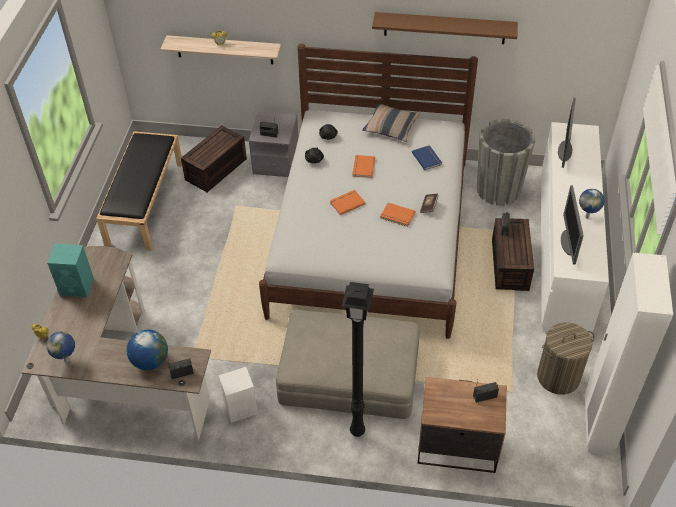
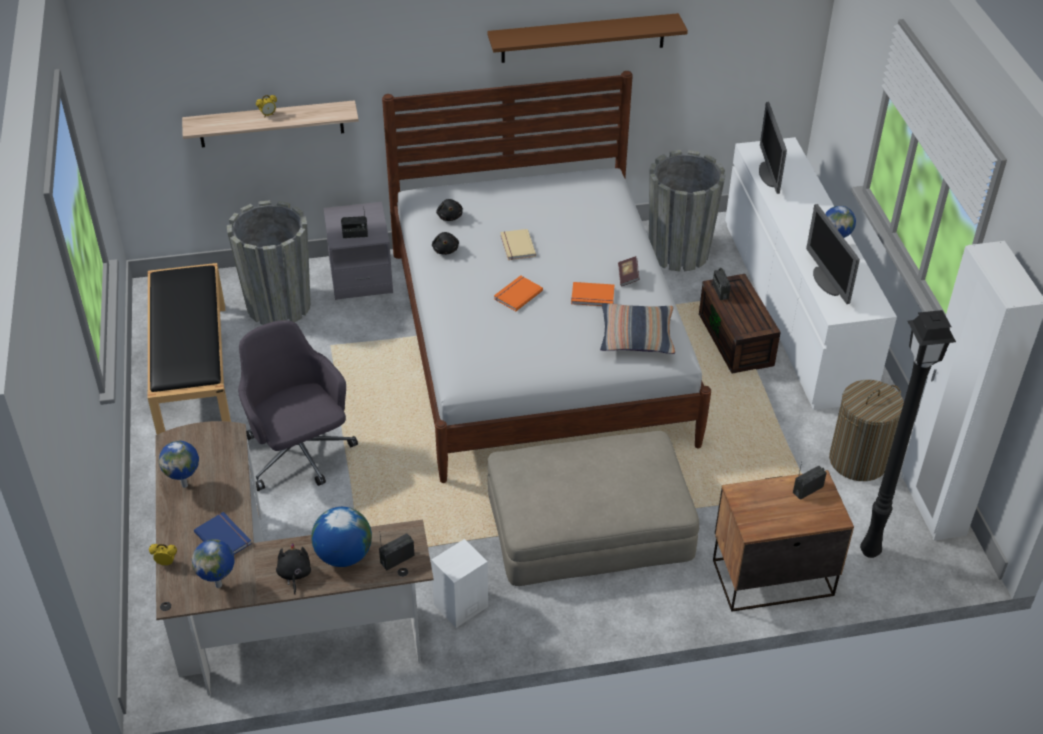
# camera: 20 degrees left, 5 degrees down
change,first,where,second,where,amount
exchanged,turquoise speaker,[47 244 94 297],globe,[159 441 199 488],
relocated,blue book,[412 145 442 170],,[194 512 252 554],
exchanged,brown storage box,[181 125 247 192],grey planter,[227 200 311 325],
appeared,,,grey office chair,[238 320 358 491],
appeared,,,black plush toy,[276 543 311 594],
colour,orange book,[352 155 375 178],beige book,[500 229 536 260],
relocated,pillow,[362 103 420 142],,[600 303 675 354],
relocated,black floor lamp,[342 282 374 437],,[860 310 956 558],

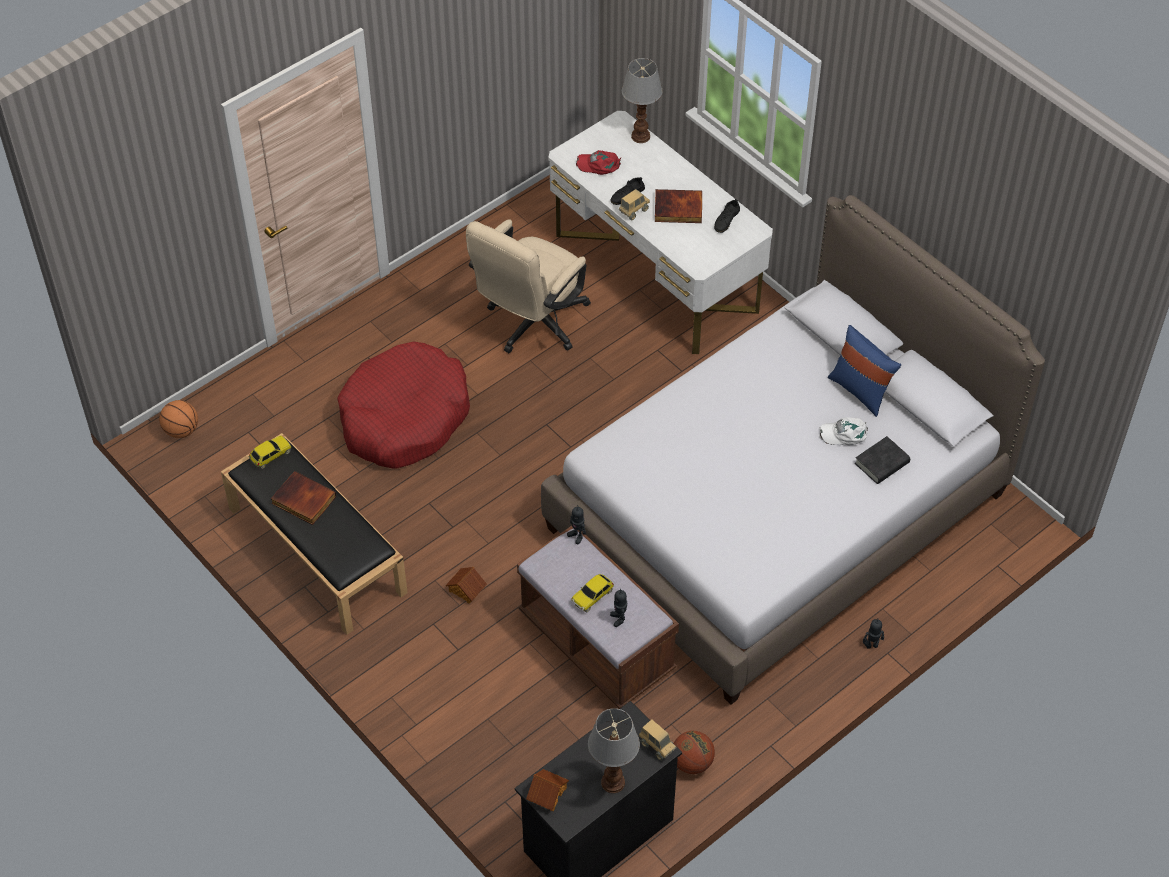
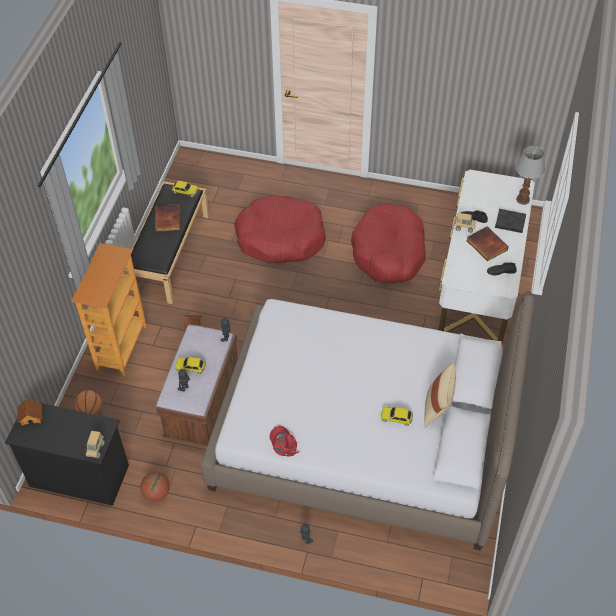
# camera: 55 degrees right, 0 degrees up
change,first,where,second,where,amount
appeared,,,bookcase,[71 243 147 376],
relocated,basketball,[159 400 198 438],,[74 390 102 415],
relocated,red cap,[576 150 621 175],,[270 425 298 457],
exchanged,beige office chair,[466 219 591 353],red dog bed,[351 204 426 283],
exchanged,white cap,[819 417 868 445],toy car,[381 407 413 426],
colour,blue pillow,[828 325 901 417],beige pillow,[424 363 456 428],
relocated,black book,[855 436 910 484],,[495 209 526 233],
missing,table lamp,[588 708 640 793],,,

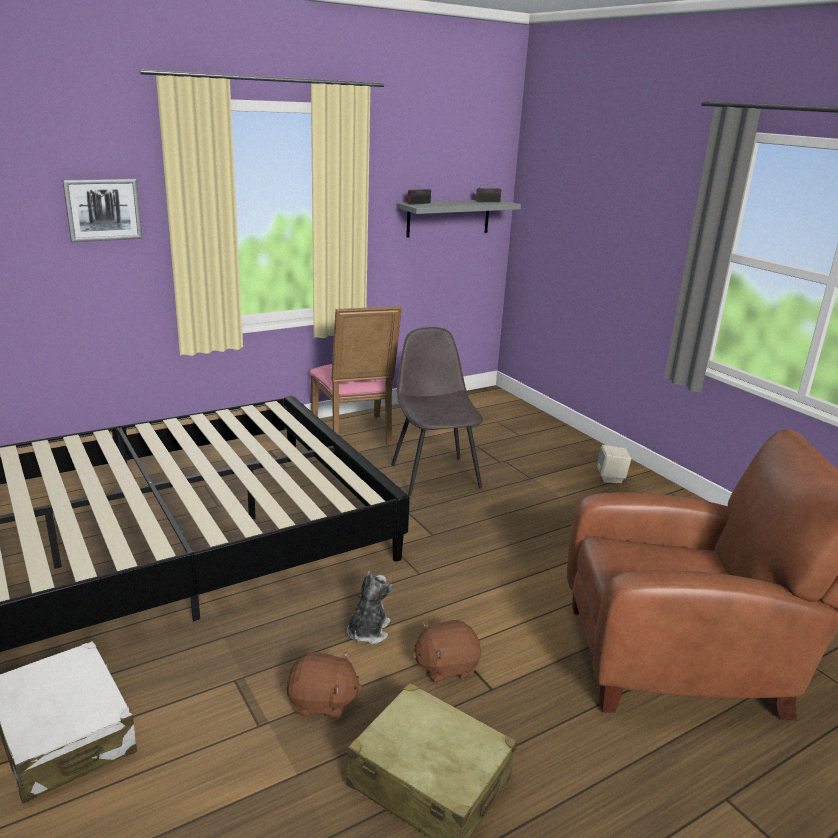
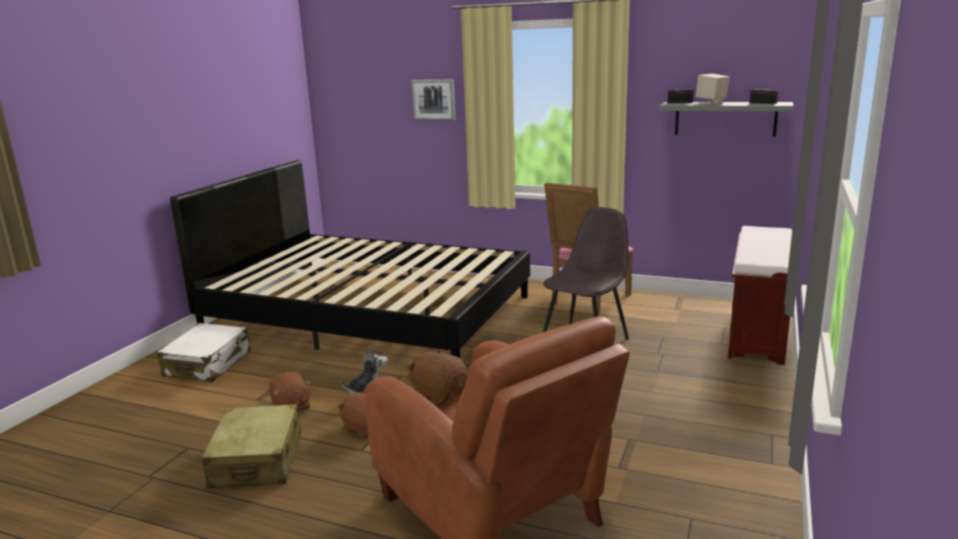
# camera: 55 degrees right, 5 degrees down
change,first,where,second,where,amount
appeared,,,brown plush toy,[407 349 468 406],
relocated,beige speaker,[597 445 631 483],,[696 74 730 105],
appeared,,,brown bench,[728 226 792 365],

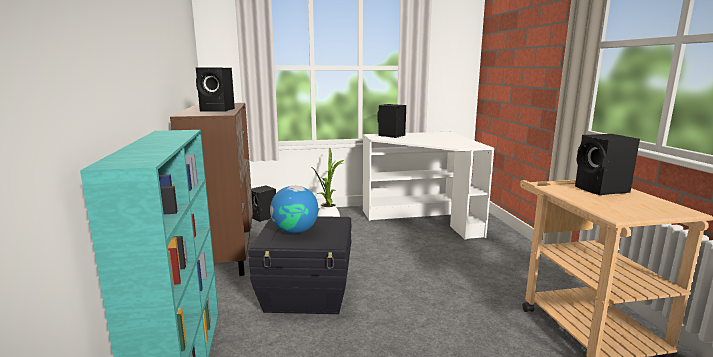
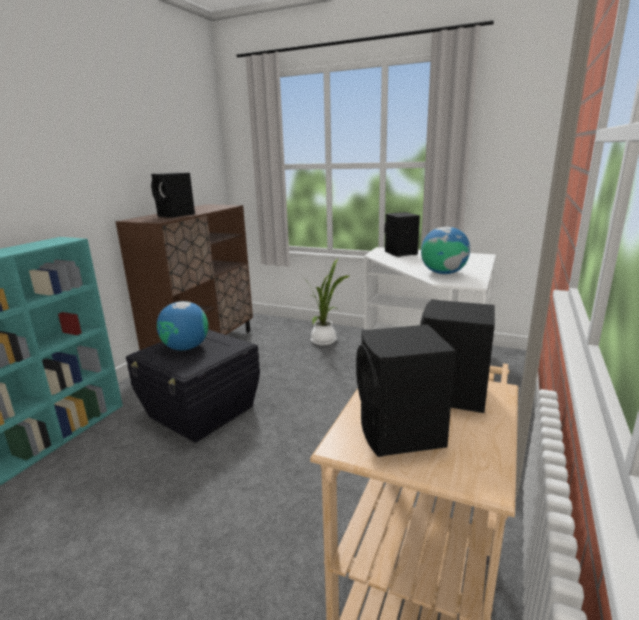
# camera: 35 degrees right, 5 degrees up
change,first,where,second,where,amount
relocated,black speaker,[251 185 276 222],,[356 325 456 457],
appeared,,,globe,[421 227 470 274],

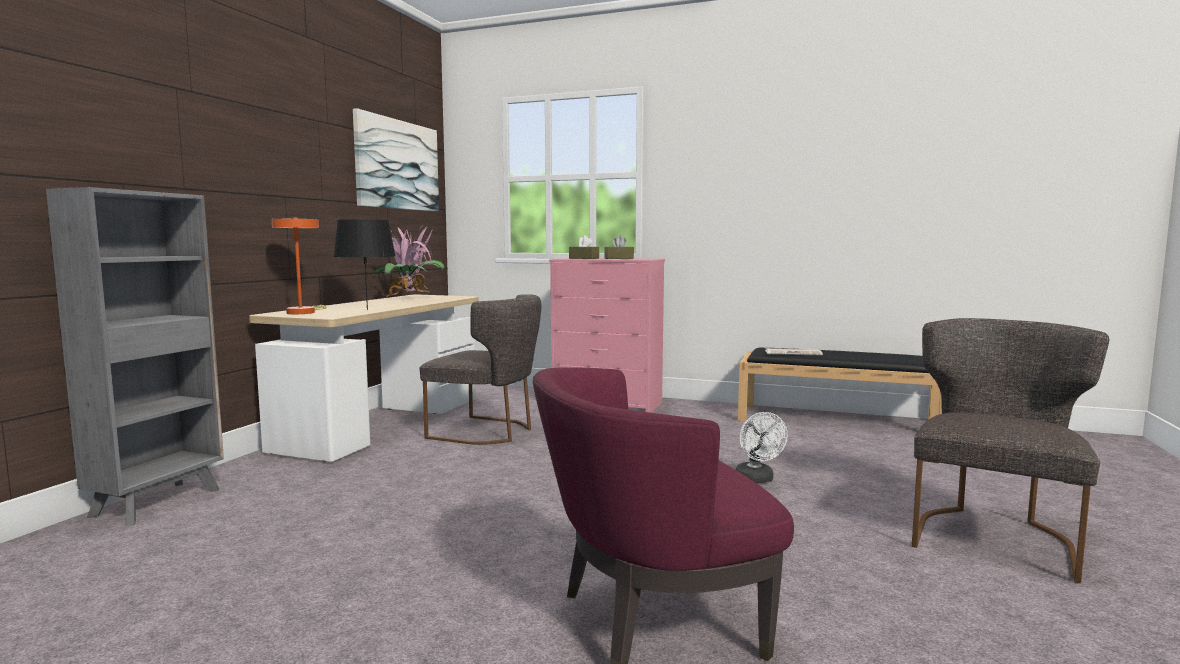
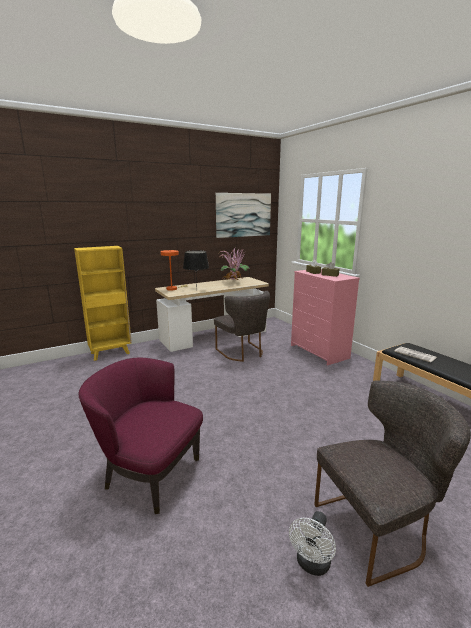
# camera: 40 degrees right, 10 degrees up
change,first,where,second,where,amount
colour,grey bookcase,[46 187 224 526],yellow bookcase,[74 246 132 361],
relocated,white fan,[735 412 788 483],,[289 511 336 576],

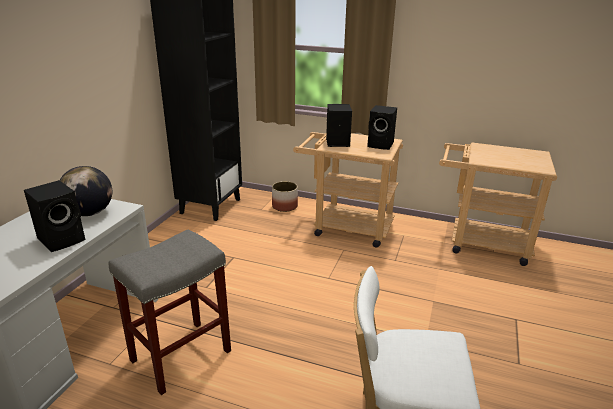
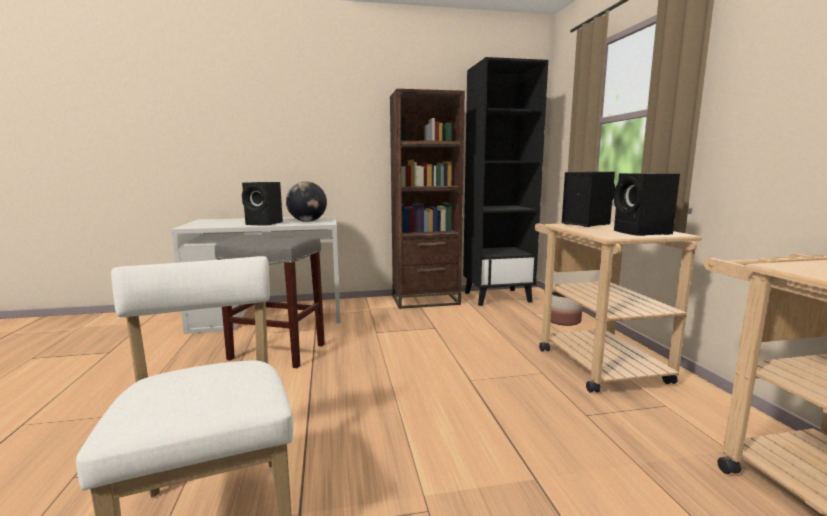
# camera: 60 degrees right, 15 degrees down
change,first,where,second,where,amount
appeared,,,brown bookcase,[390 89 465 309],

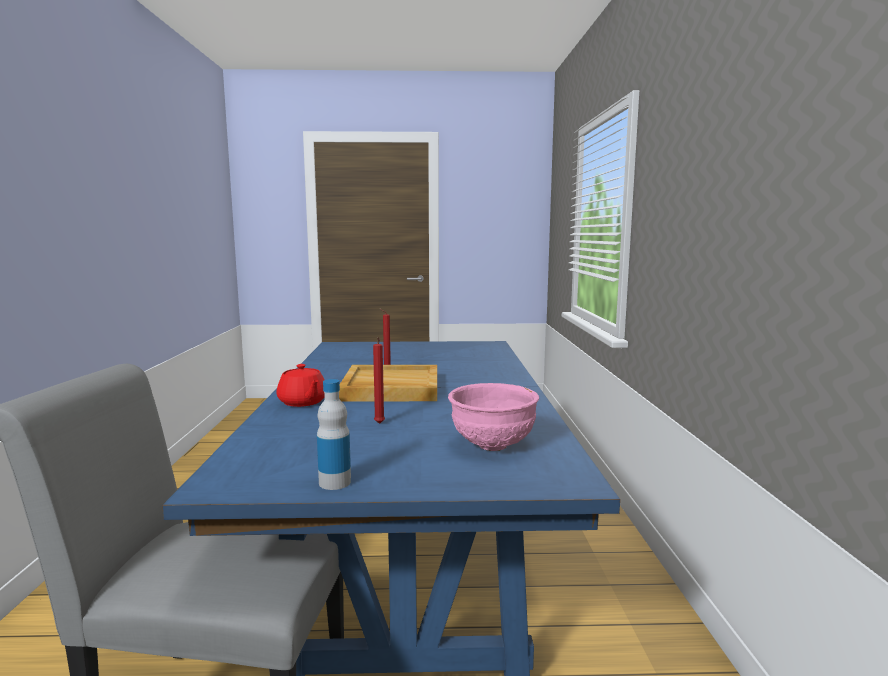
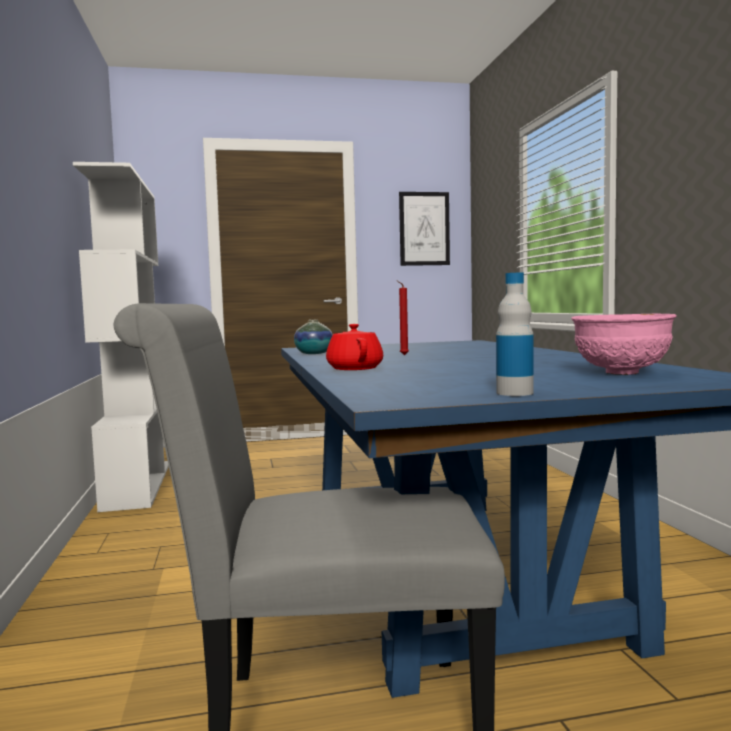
# camera: 10 degrees left, 5 degrees down
change,first,where,second,where,amount
appeared,,,white bookcase,[73 162 169 512],
appeared,,,vase,[294 320 333 354],
spun,red teapot,[276 364 325 407],,[326 324 383 370],150 degrees counterclockwise
appeared,,,picture,[399 192 450 266],
missing,beige tray,[339 365 437 402],,,
missing,red candle,[373 337 385 424],,,

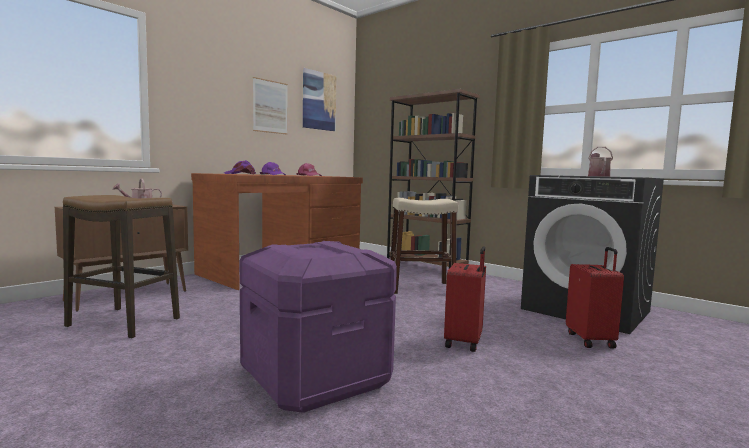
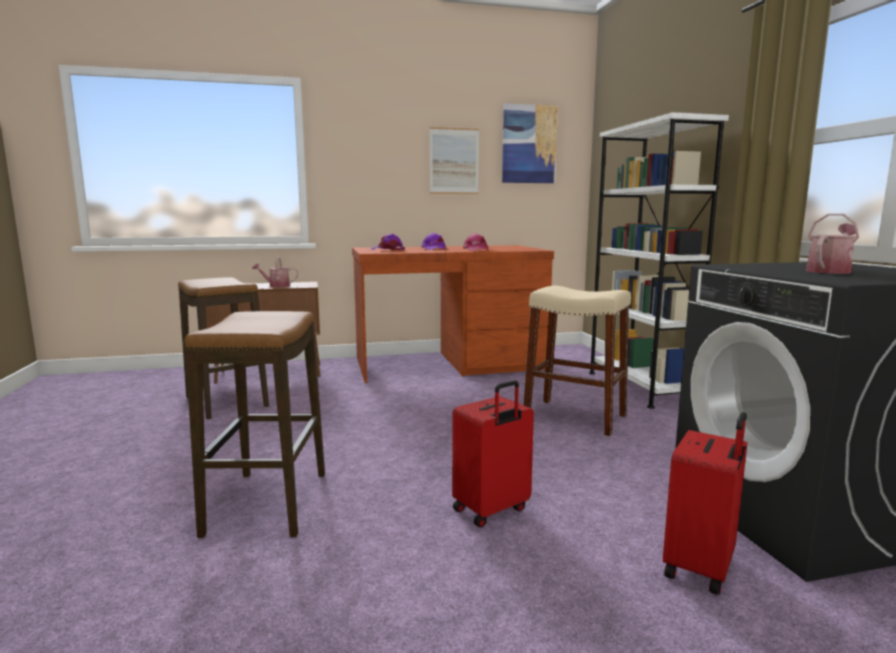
# camera: 35 degrees right, 5 degrees up
change,first,where,second,where,amount
exchanged,purple storage box,[240 241 397 413],stool,[185 311 325 538],
colour,brown bookcase,[387 89 480 268],white bookcase,[589 112 729 409],

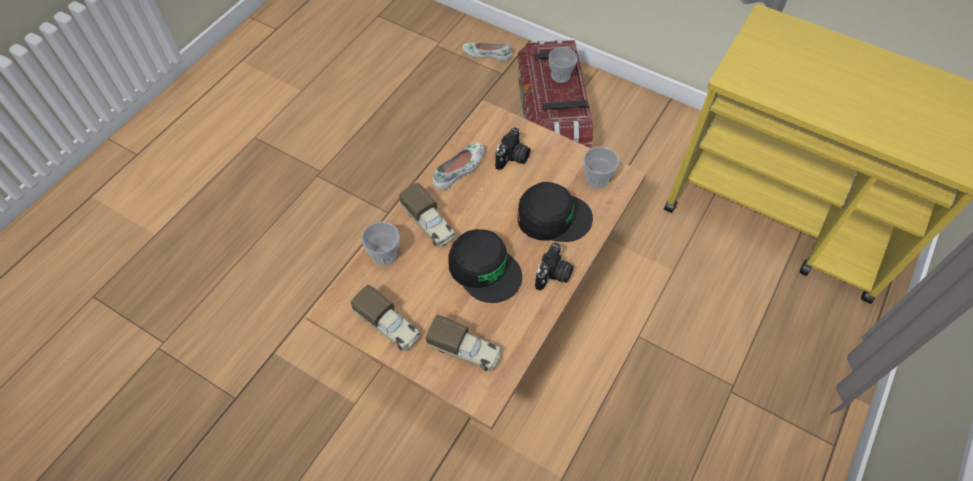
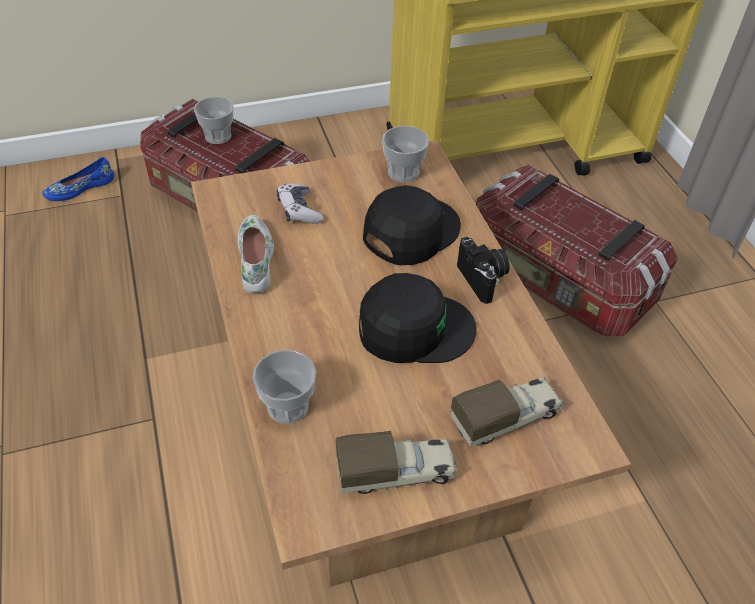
# camera: 50 degrees left, 10 degrees down
change,first,where,second,where,amount
colour,white shoe,[462 43 512 61],blue shoe,[42 157 114 201],
exchanged,photo camera,[495 128 530 170],game controller,[277 183 323 224],
appeared,,,storage box,[476 165 678 336],
missing,toy truck,[399 183 456 247],,,

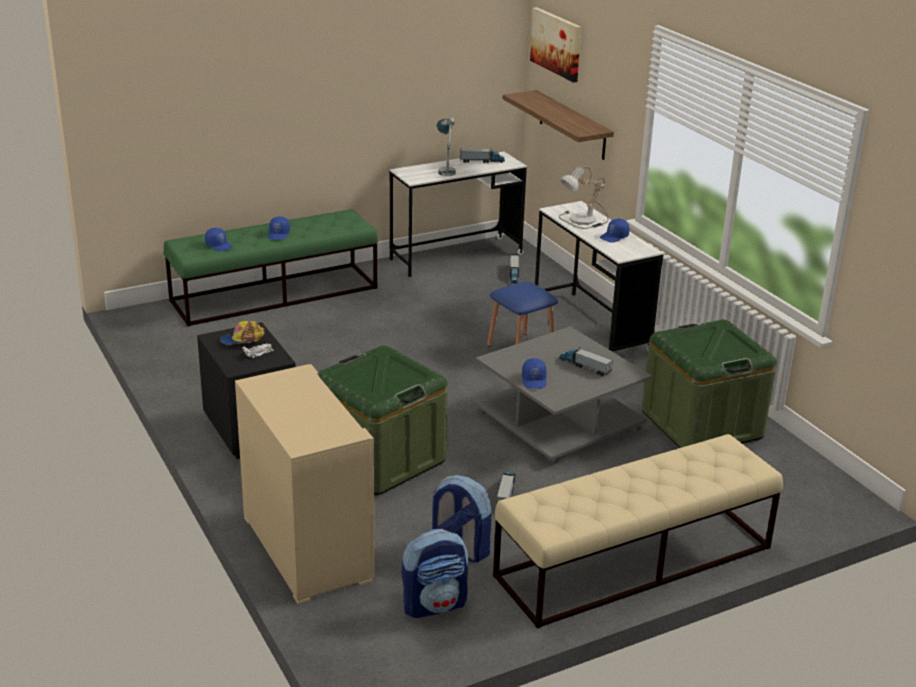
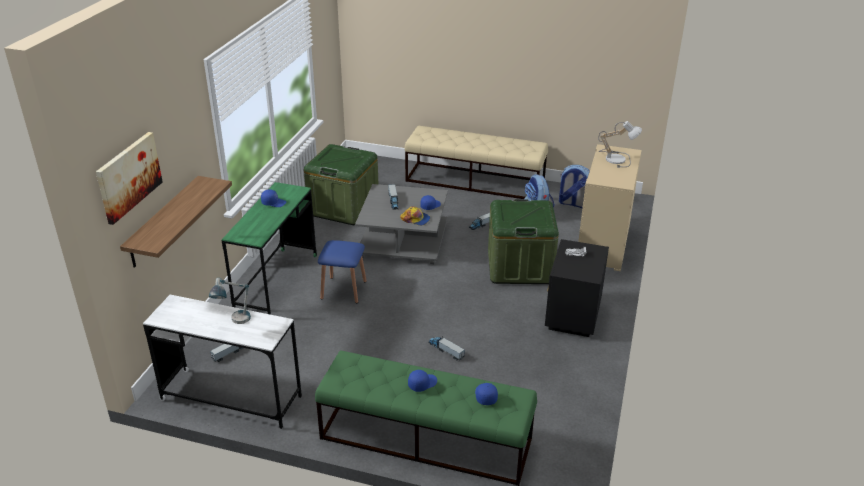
# camera: 135 degrees left, 5 degrees up
change,first,where,second,where,amount
colour,white desk,[535 201 663 352],green desk,[222 182 317 315],
relocated,cap,[220 321 265 345],,[400 206 430 226],
relocated,toy truck,[460 149 505 163],,[428 336 465 361],
relocated,table lamp,[559 166 609 229],,[598 121 642 168],

